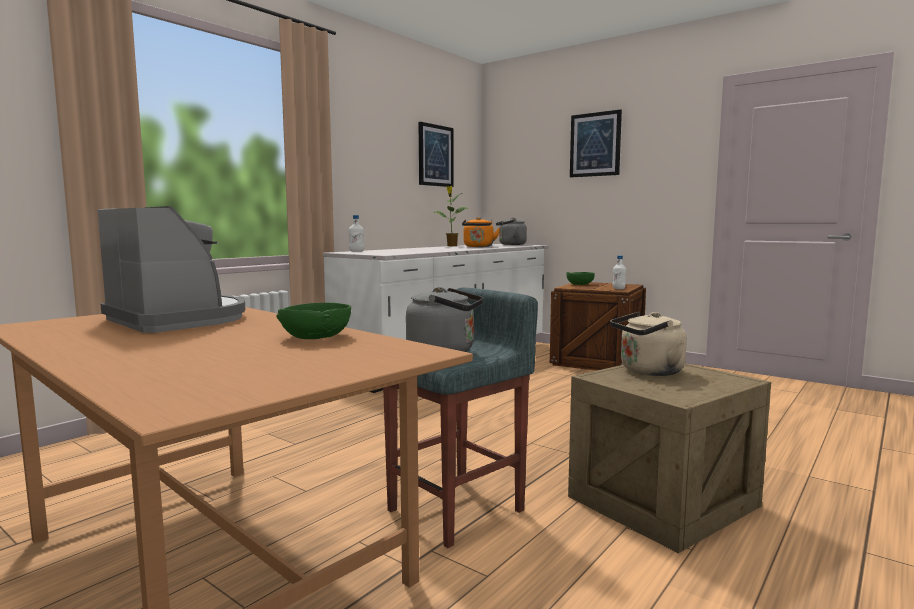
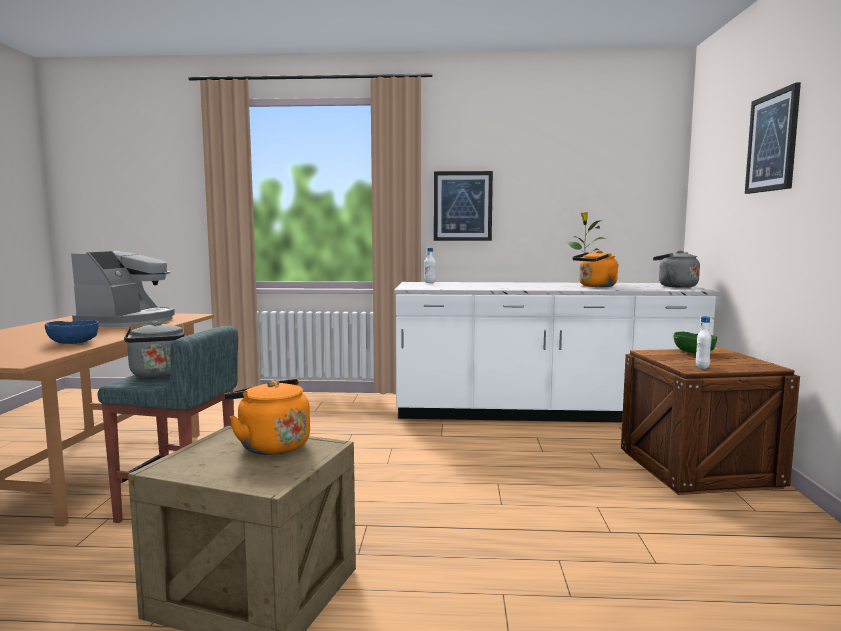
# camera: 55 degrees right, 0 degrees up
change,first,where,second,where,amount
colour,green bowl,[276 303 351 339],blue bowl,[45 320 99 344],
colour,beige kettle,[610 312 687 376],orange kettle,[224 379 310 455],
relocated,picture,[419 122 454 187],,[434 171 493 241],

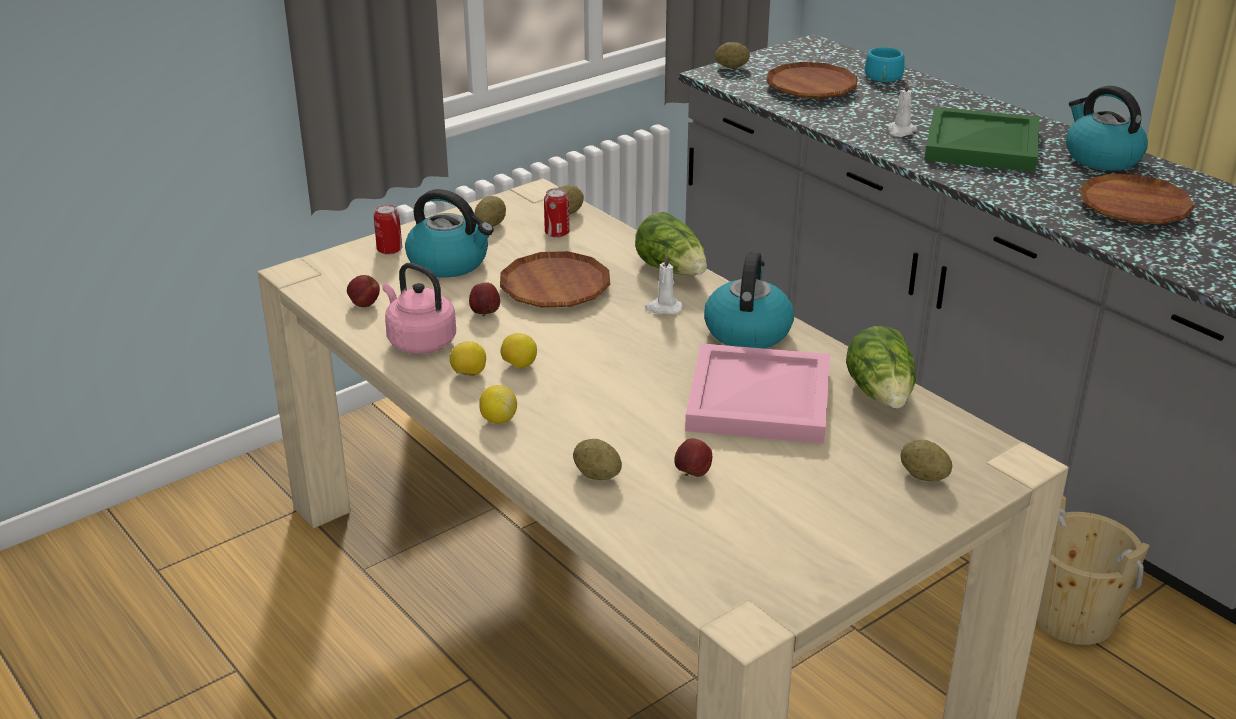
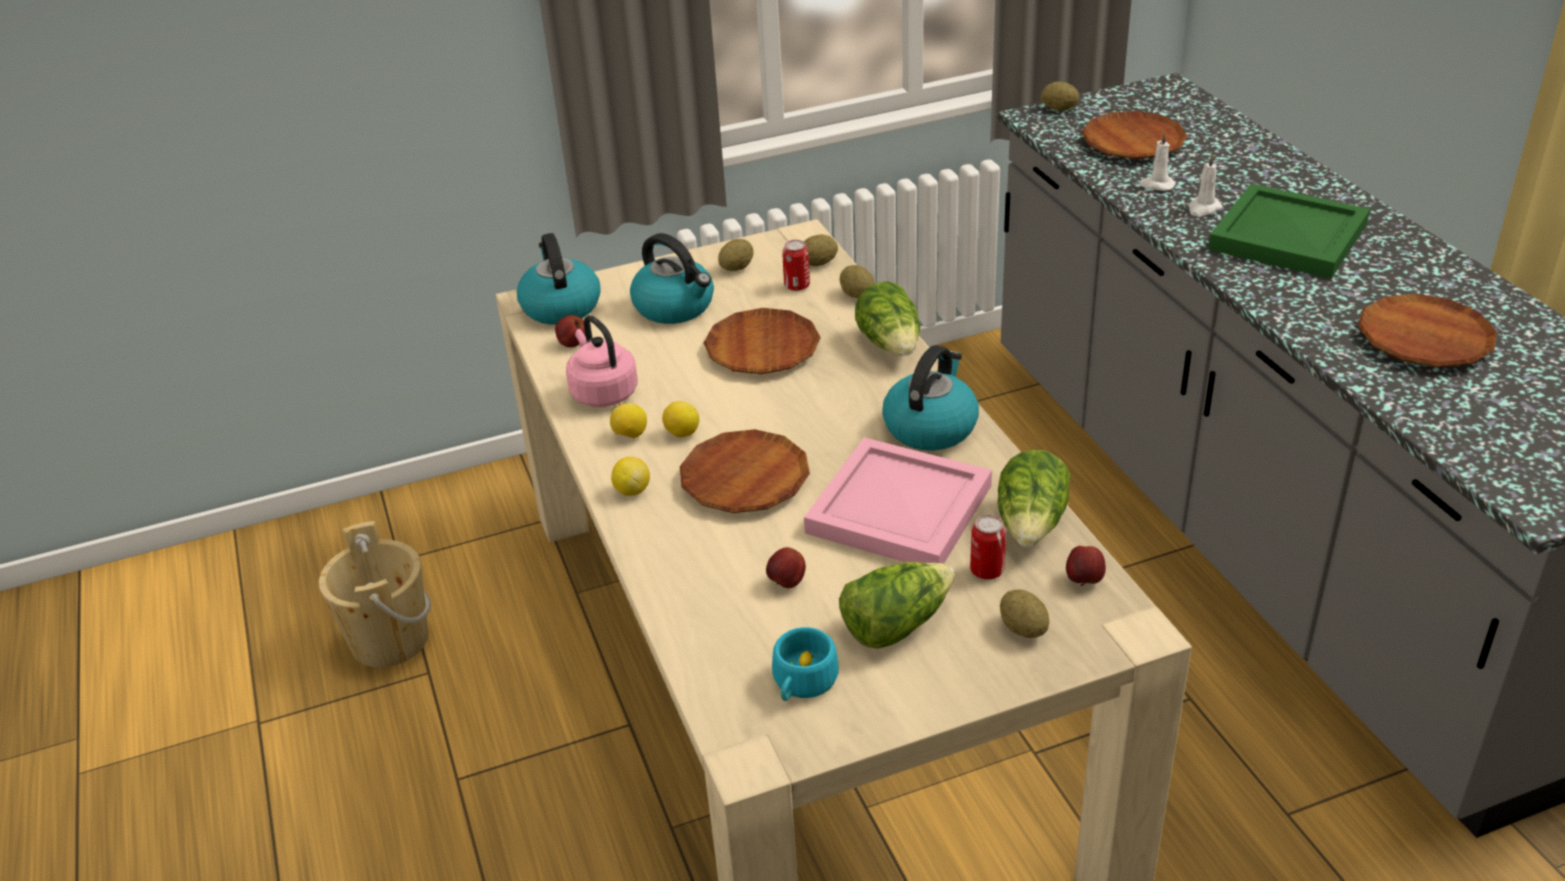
# camera: 20 degrees right, 5 degrees up
change,first,where,second,where,amount
relocated,beige bucket,[1037 495 1150 645],,[319 521 431 667],
relocated,kettle,[1066 86 1148 171],,[517 233 601 325],
appeared,,,brown plate,[680 429 810 513],
relocated,turquoise cup,[865 47 904 82],,[772 627 839 701],
appeared,,,lettuce,[839 562 955 649],
relocated,potato,[573 439 622 480],,[840 265 875 298],
relocated,can,[374 204 402 255],,[970 515 1006 579],
relocated,apple,[469 282 500 316],,[1066 546 1106 586],
relocated,white candle,[645 253 683 314],,[1139 132 1176 191],

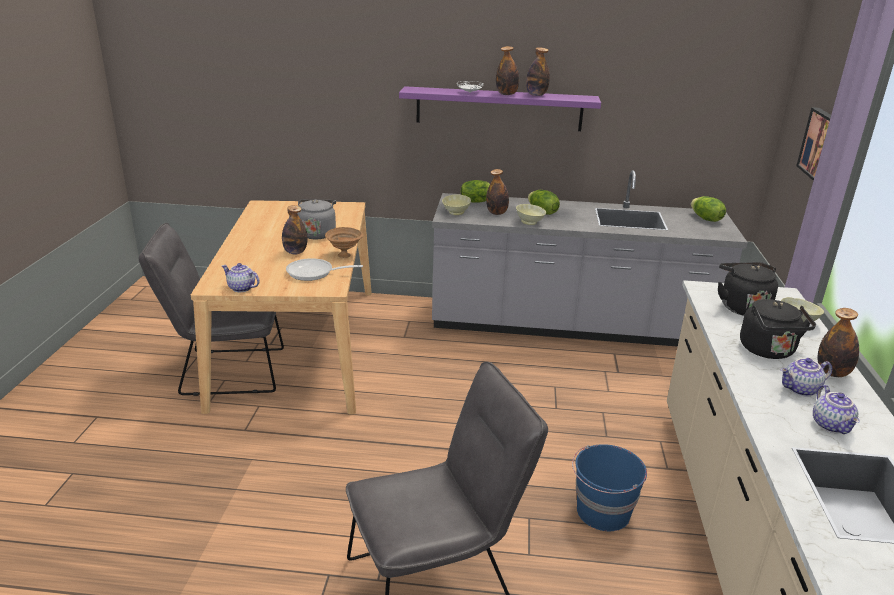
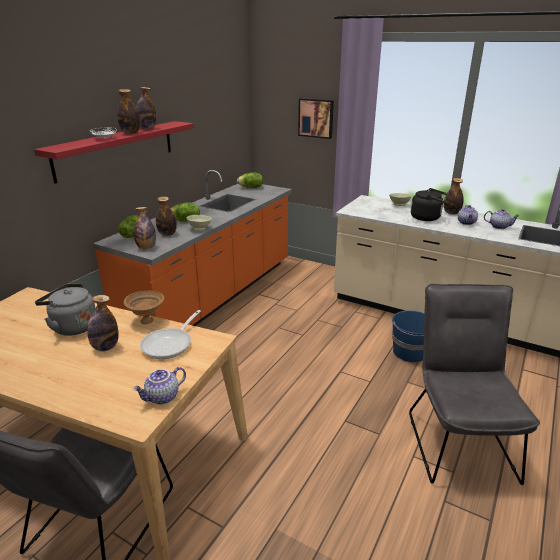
# camera: 65 degrees left, 0 degrees up
change,first,where,second,where,amount
colour,purple shelf,[399 86 601 131],red shelf,[34 121 194 184],
colour,grey counter,[432 170 748 347],orange counter,[93 170 292 326],
exchanged,beige bowl,[442 194 471 215],bottle,[134 207 156 249],
missing,black kettle,[718 262 778 316],,,

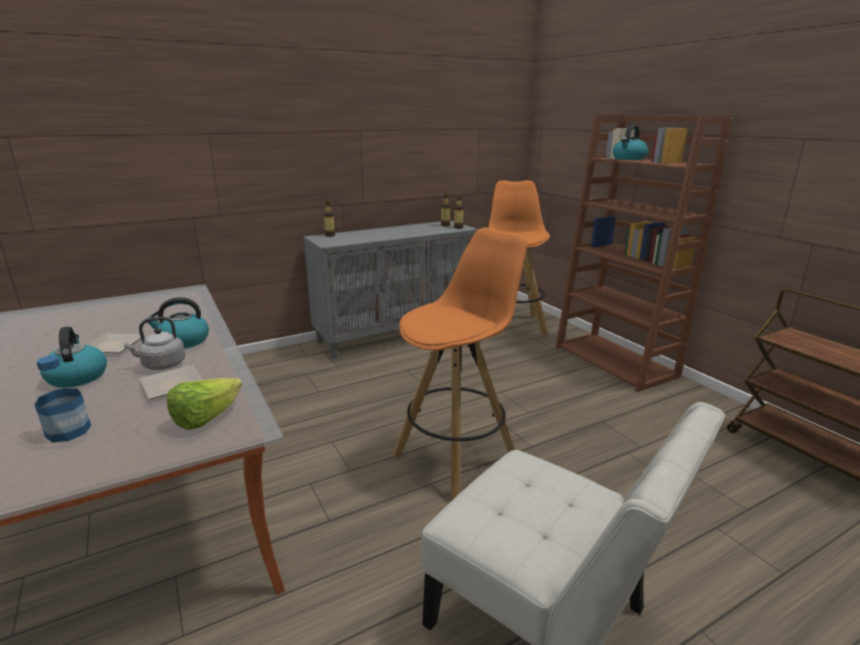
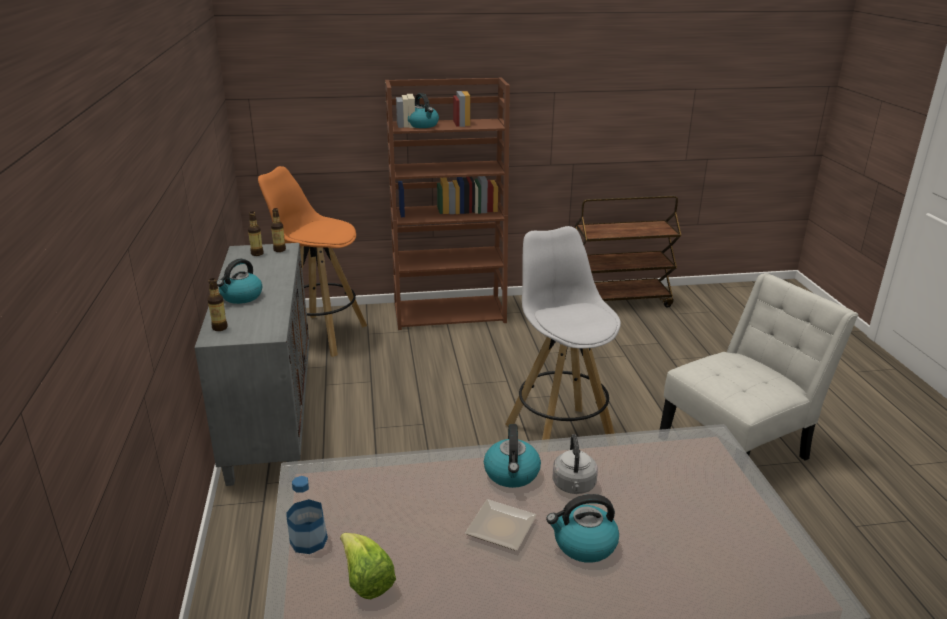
# camera: 70 degrees left, 5 degrees up
change,first,where,second,where,amount
appeared,,,kettle,[217 259 262 304],
relocated,bottle,[35 356 91 443],,[287 476 328 554],
relocated,lettuce,[167 378 242 430],,[340 533 396 599],
colour,orange stool,[393 227 527 501],white stool,[505 226 621 440],
missing,plate,[140 365 203 399],,,

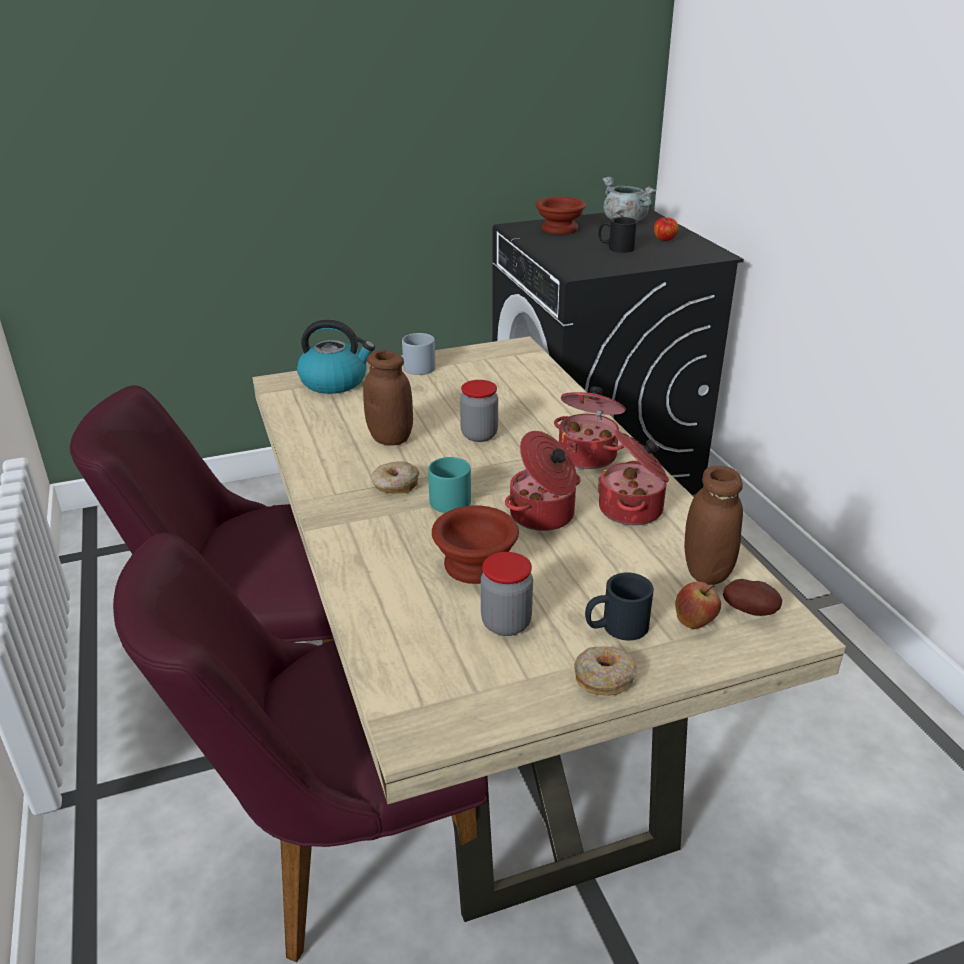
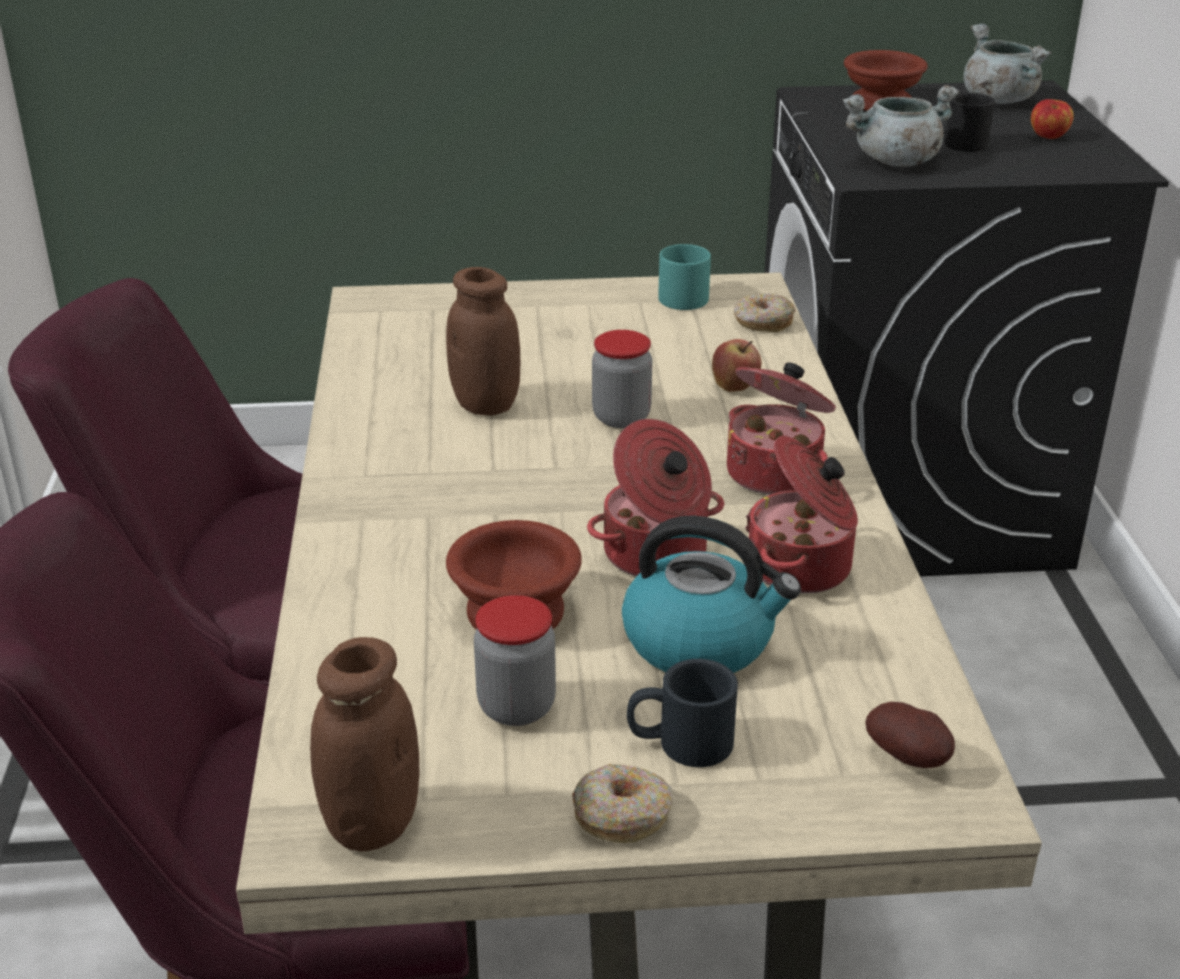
# camera: 15 degrees right, 0 degrees up
change,first,where,second,where,amount
relocated,brown jar,[684 466 743 585],,[310 637 419 852],
relocated,kettle,[297 320 375 394],,[622 516 801 673],
relocated,turquoise mug,[428 457 471 513],,[658 244 711 310],
relocated,apple,[675 581 721 629],,[712 339 762 392],
relocated,donut,[371 461 419 494],,[734 293 796 332],
appeared,,,grey cooking pot,[842 85 959 167],
missing,grey mug,[402 333 436 375],,,

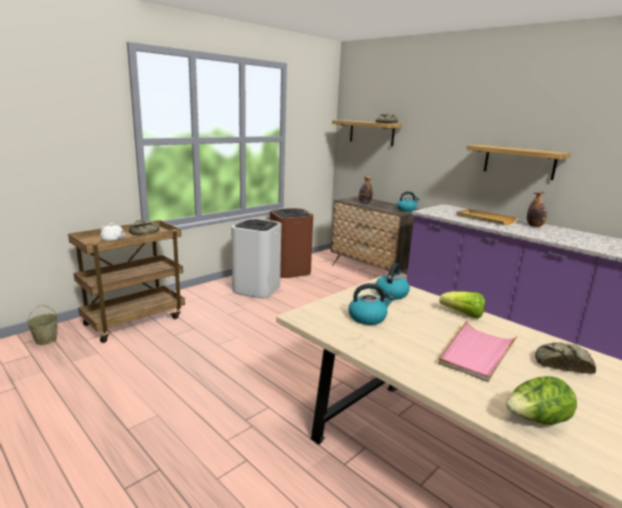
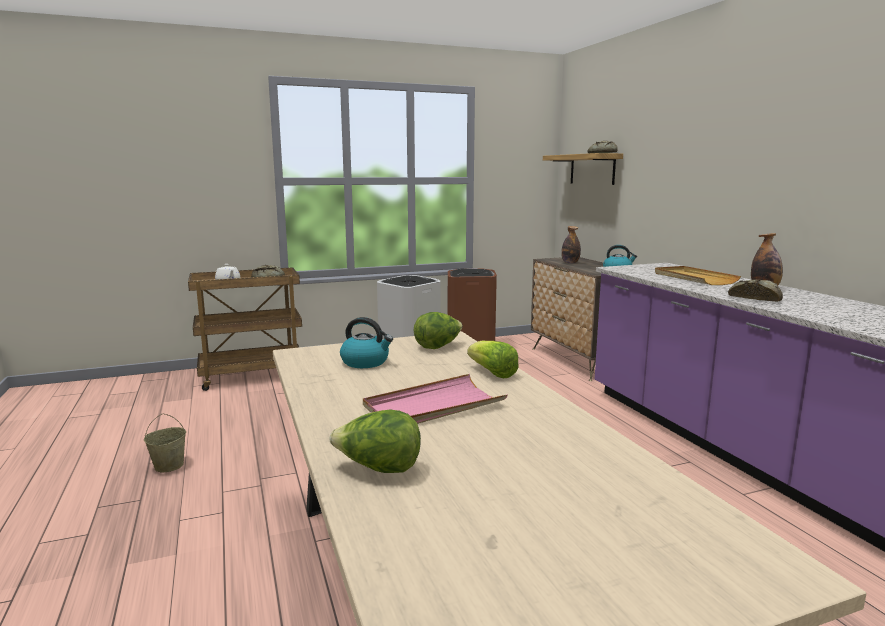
# camera: 25 degrees right, 5 degrees down
change,first,where,second,where,amount
relocated,beige bucket,[27 305 58 345],,[144 414 186 472],
exchanged,kettle,[375 263 410 300],lettuce,[414 312 463 349],
relocated,bread,[535 343 596 374],,[728 279 783 302],
missing,shelf,[466 145 571 180],,,

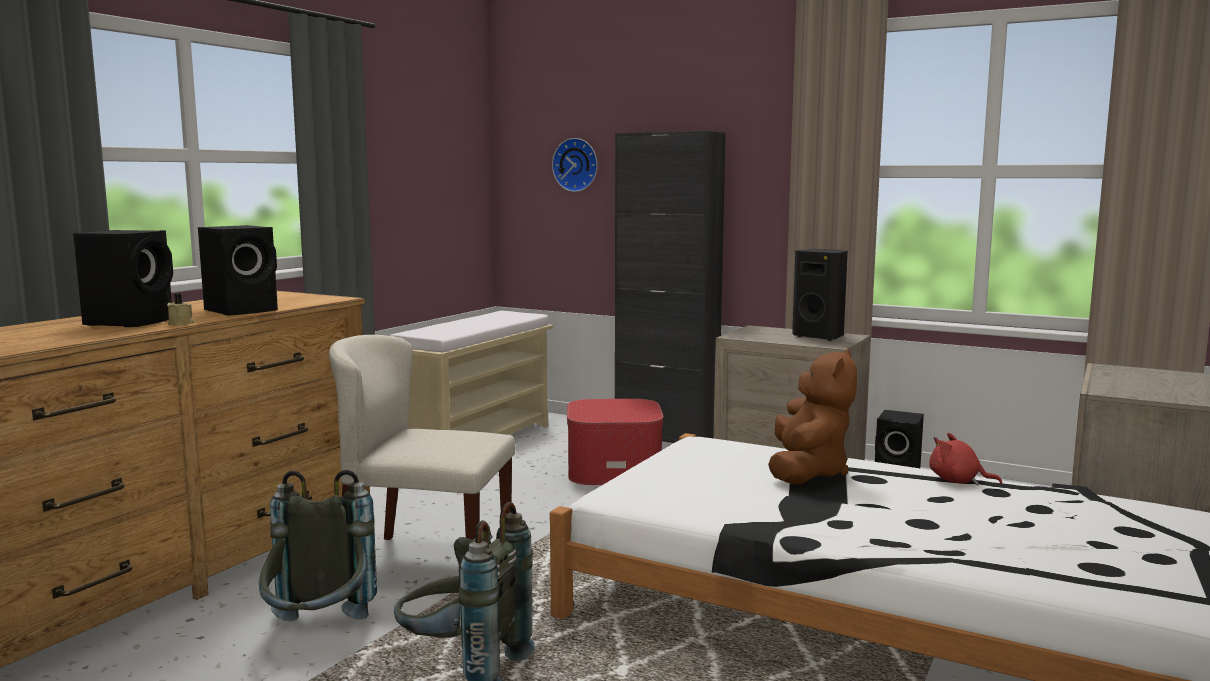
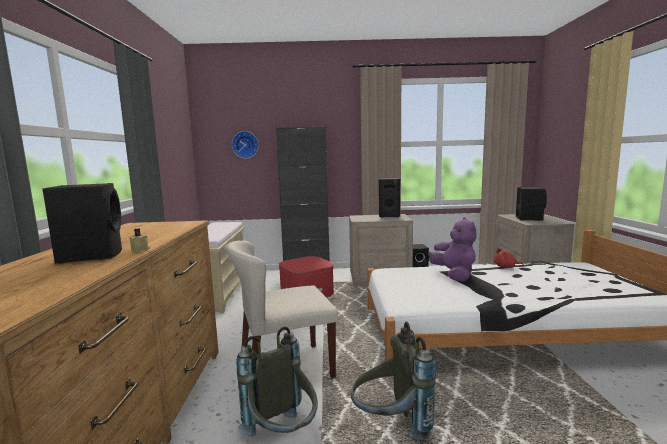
# camera: 30 degrees left, 0 degrees up
change,first,where,second,where,amount
colour,brown plush toy,[768 349 857 484],purple plush toy,[428 217 477 282],
relocated,black speaker,[198 225 278 316],,[516 187 547 221],

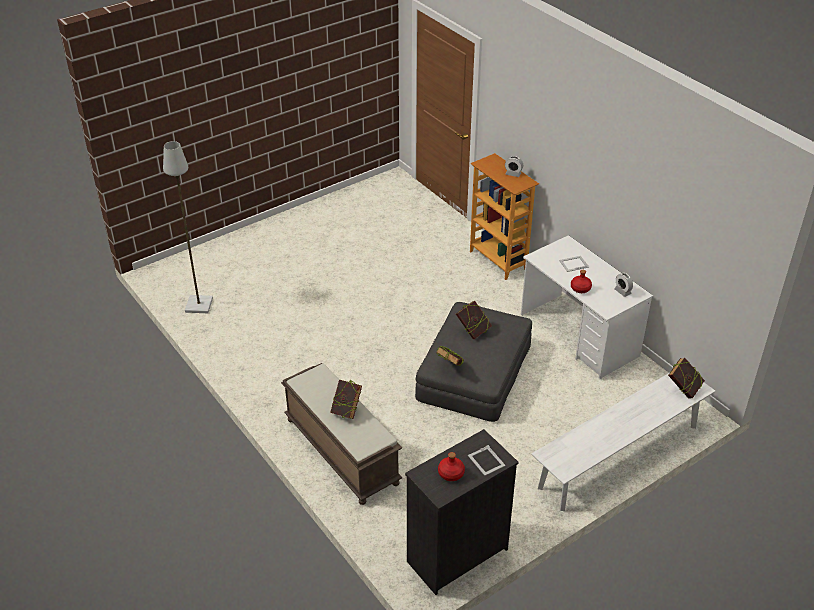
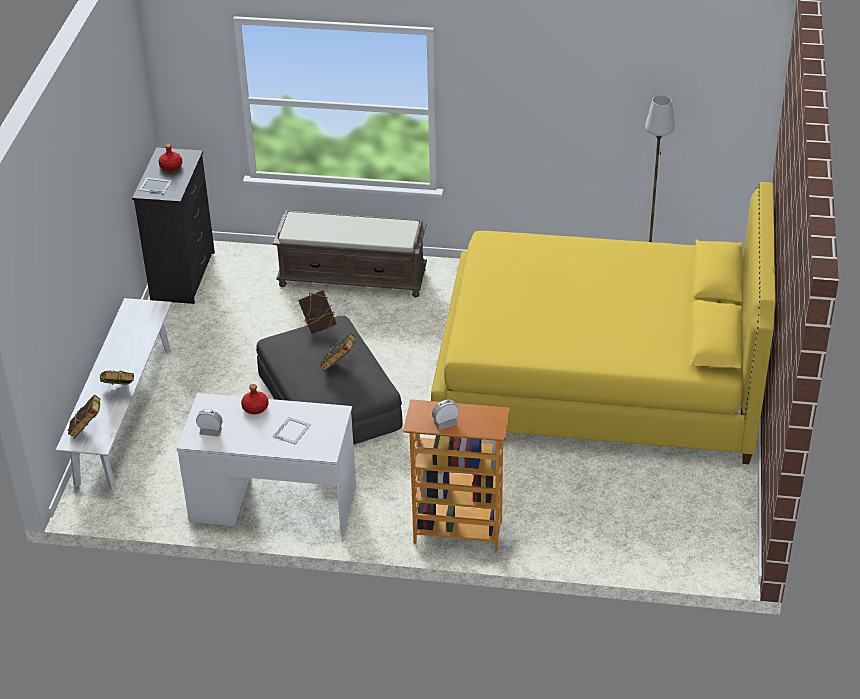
# camera: 135 degrees right, 0 degrees up
change,first,where,second,where,amount
relocated,book,[330 380 362 419],,[100 370 134 385],
appeared,,,yellow bed,[431 182 776 464],

